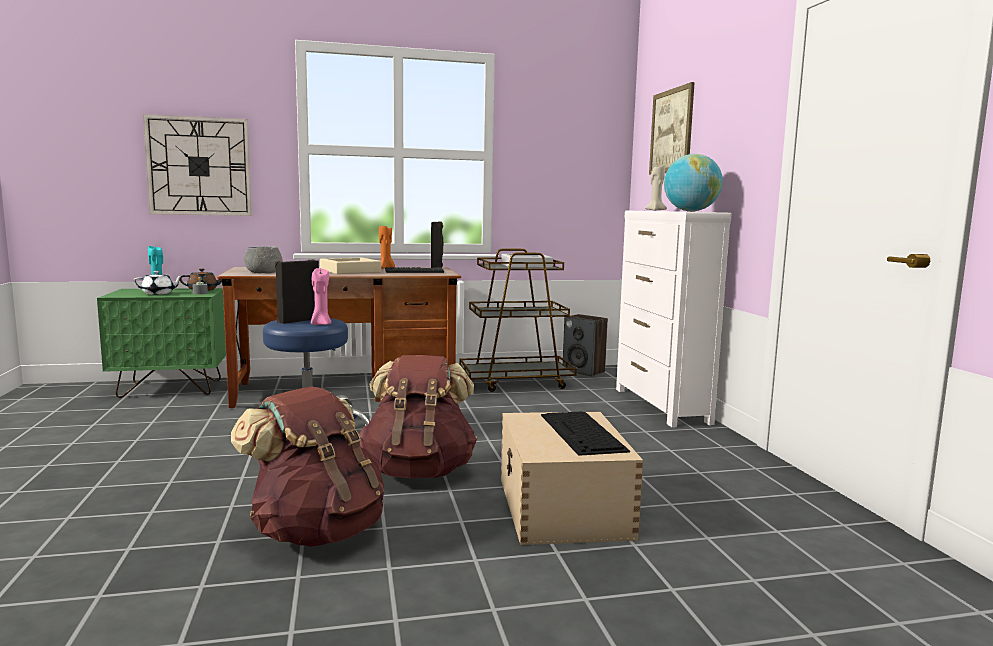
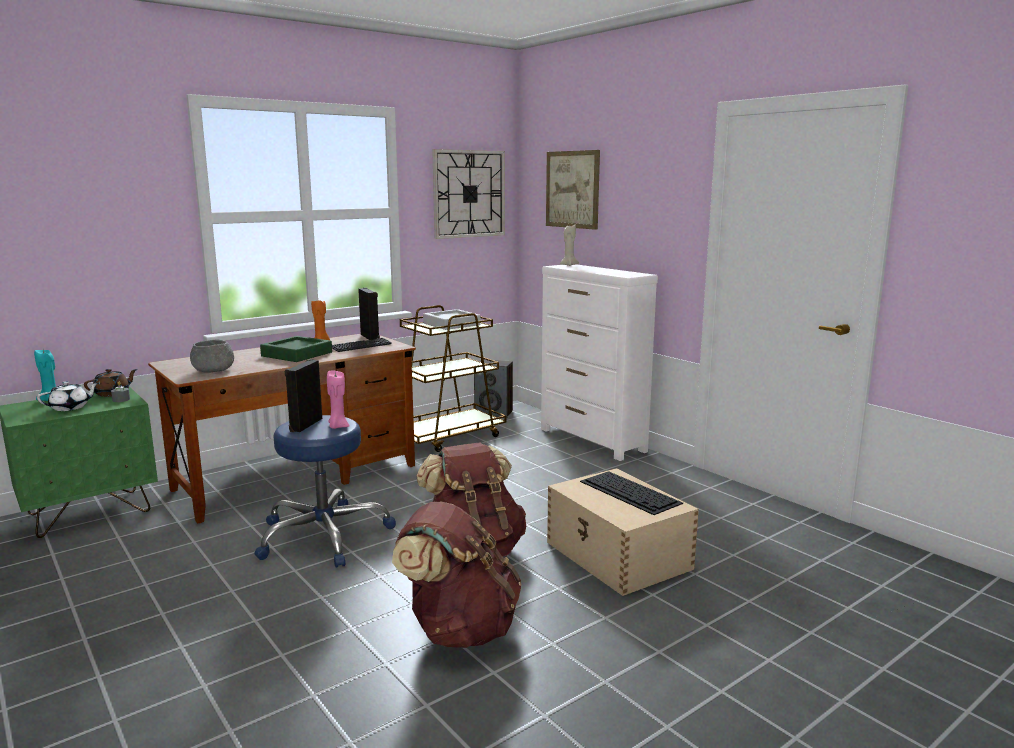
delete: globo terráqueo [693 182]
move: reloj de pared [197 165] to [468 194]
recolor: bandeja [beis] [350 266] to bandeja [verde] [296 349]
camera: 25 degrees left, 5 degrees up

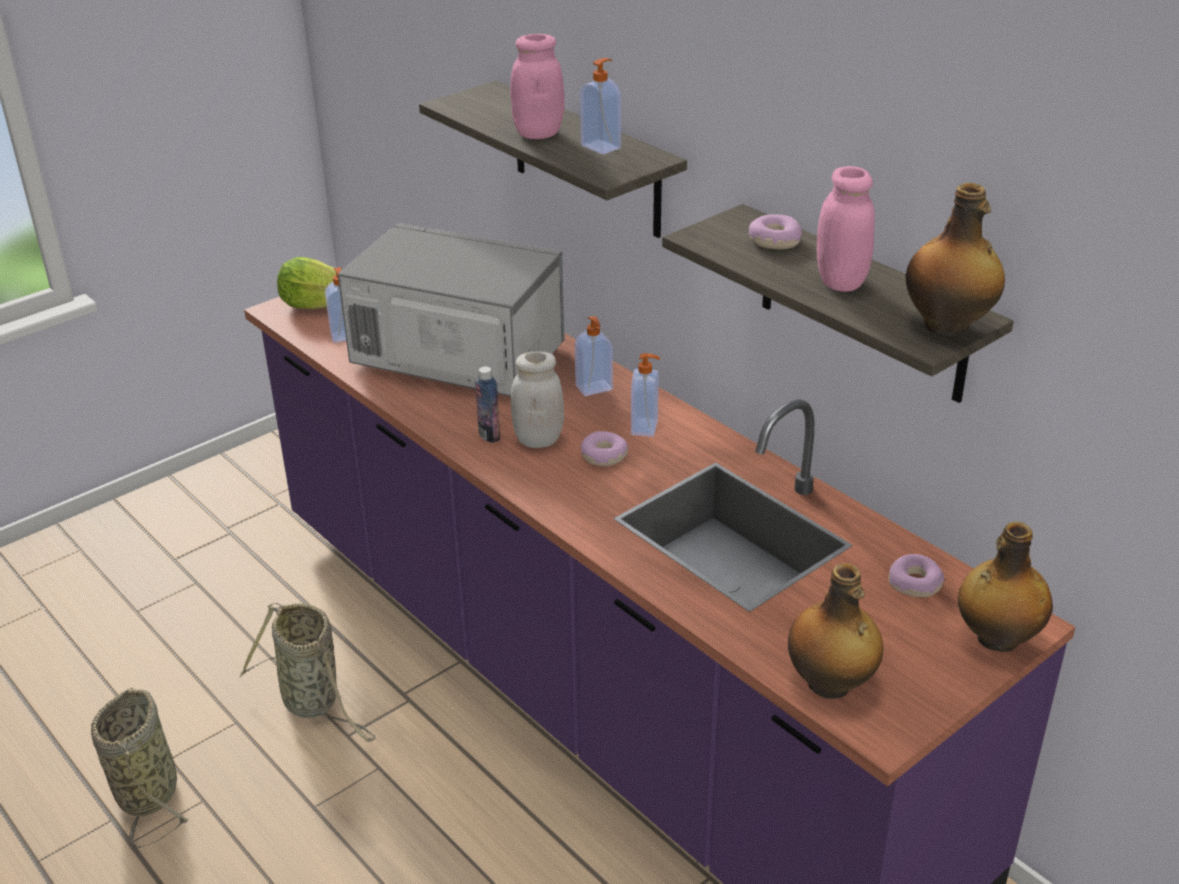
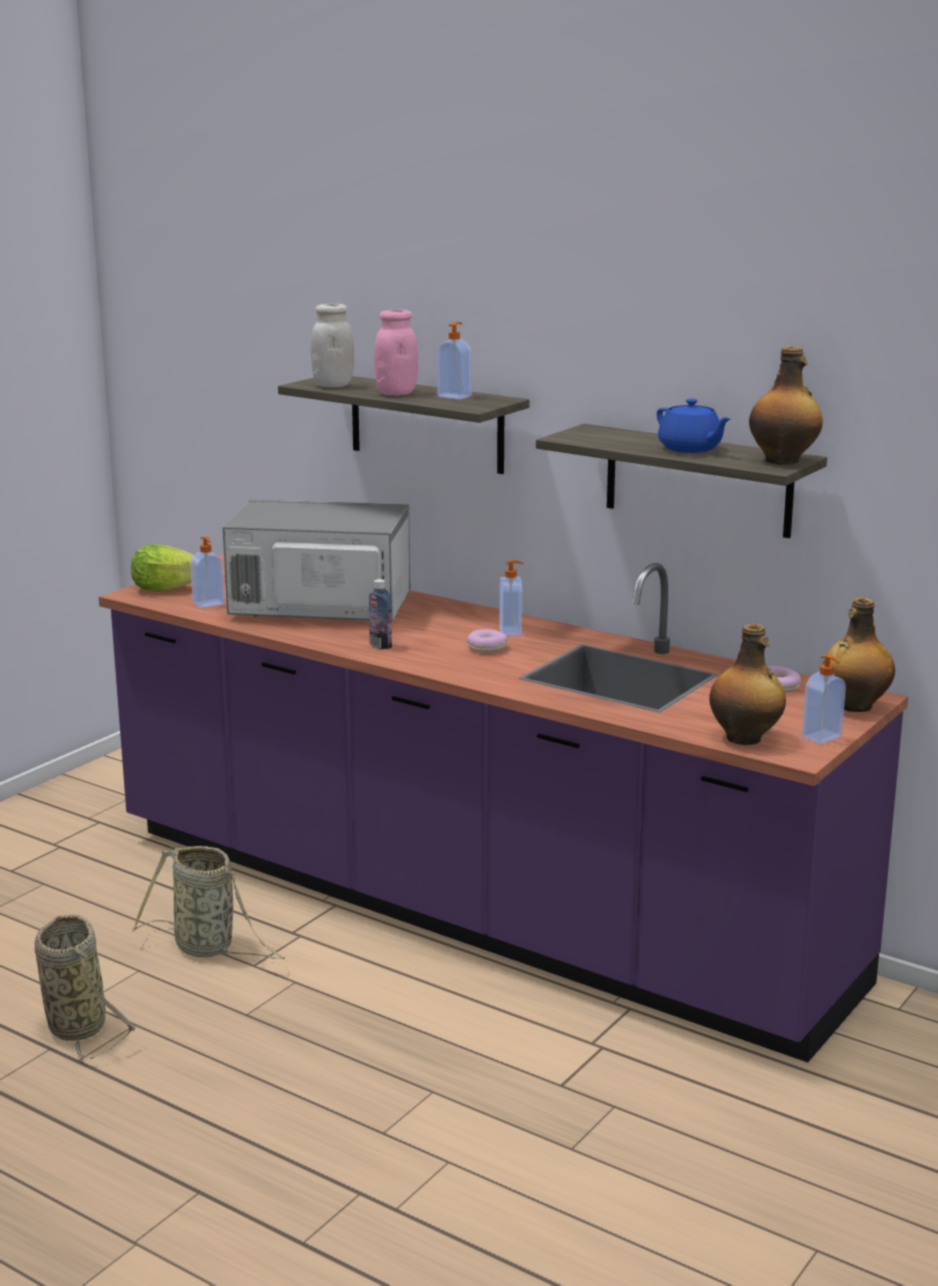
delete: rosquilla [775 231]
move: tarro [blanco] [537 399] to [332 346]; dispensador de jabón [594 356] to [824 699]
replace: tarro [rosa] [846 229] to tetera [azul] [694 426]
camera: 15 degrees left, 15 degrees down

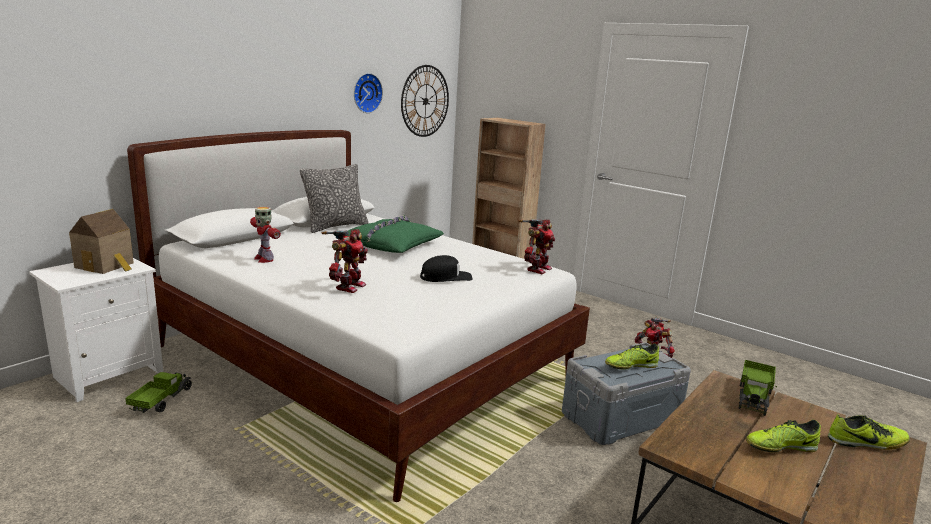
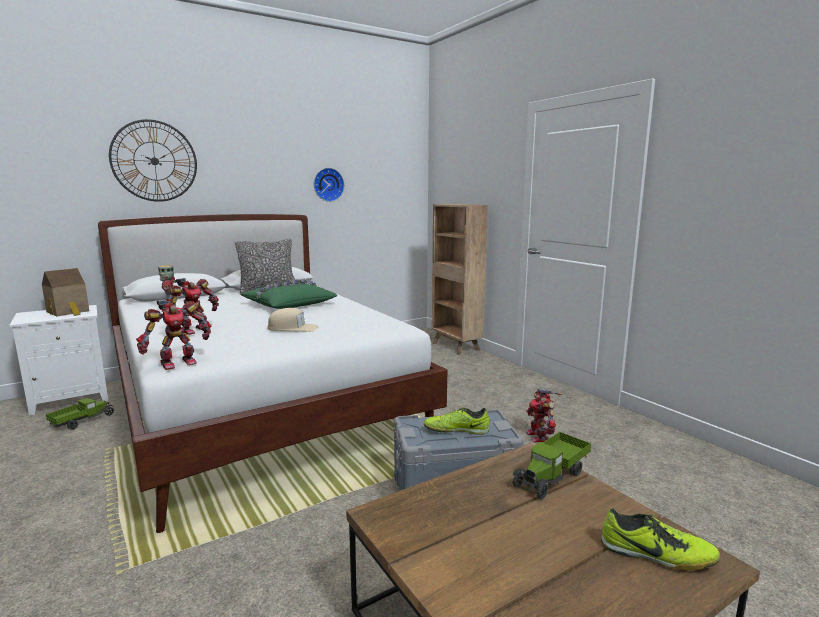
delete: zapato [783 436]
move: reloj de pared [425 101] to [153 160]; robot de juguete [536 246] to [173 335]
recolor: gorra [negro] [446 268] to gorra [beis] [292 320]
camera: 20 degrees right, 5 degrees down

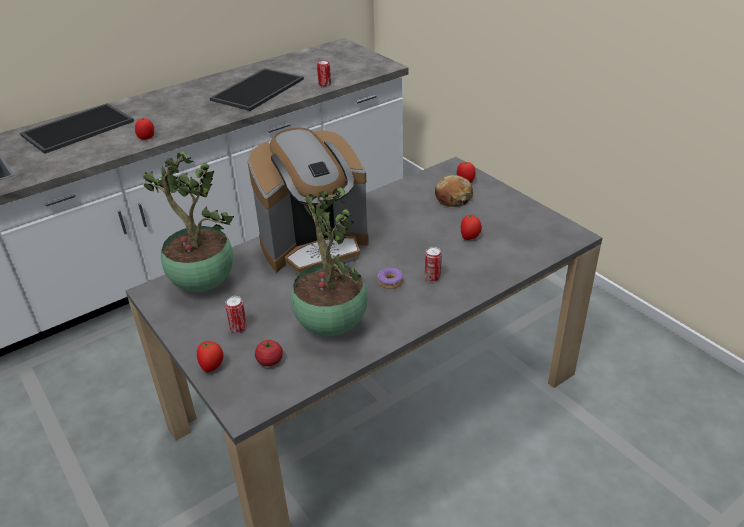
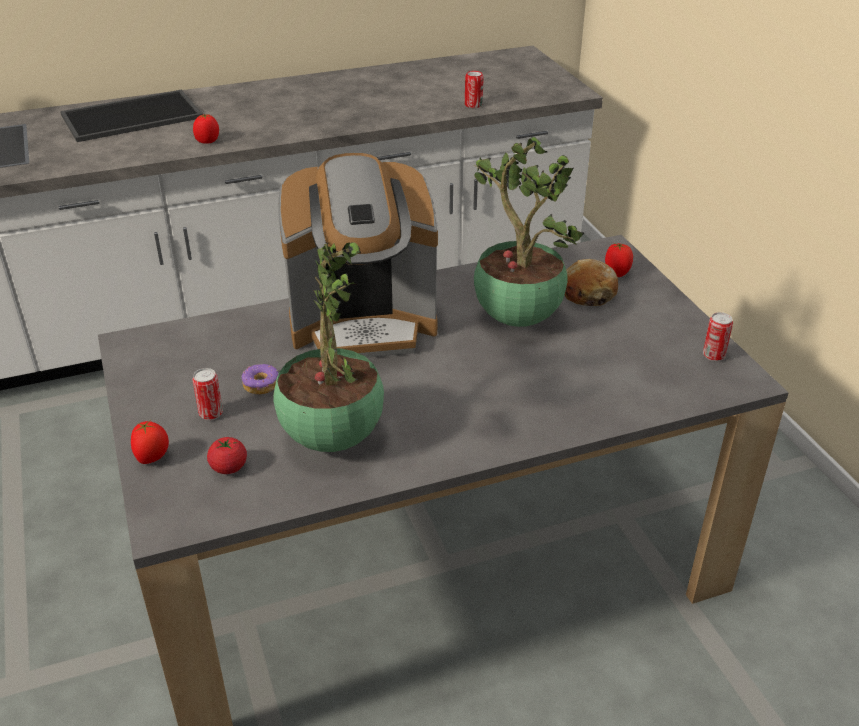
delete: bandeja [257 89]; tomate [471 227]
move: planta en maceta [187 221] to [529 232]; rosquilla [390 278] to [260 379]; lata [433 264] to [718 336]
camera: 15 degrees right, 0 degrees up

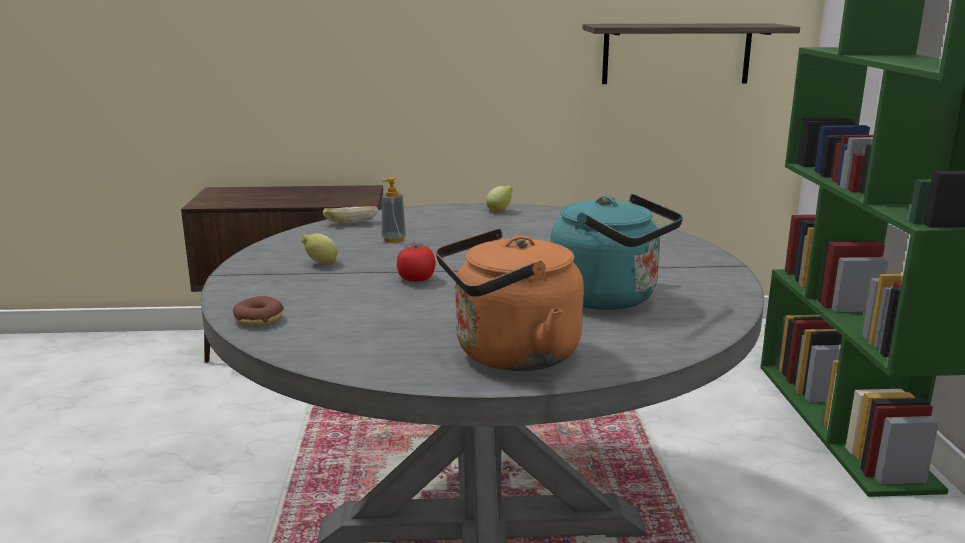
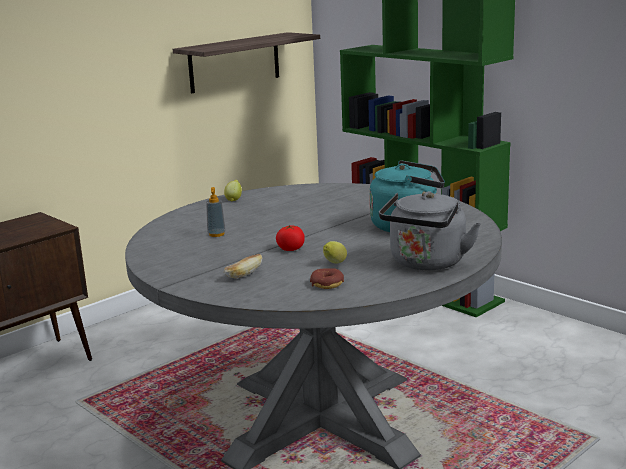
move: rosquilla [258 311] to [327 278]; limón [319 248] to [335 252]; pan [350 214] to [243 266]
recolor: hervidor [naranja] [510 300] to hervidor [gris] [430 230]
camera: 40 degrees left, 0 degrees up

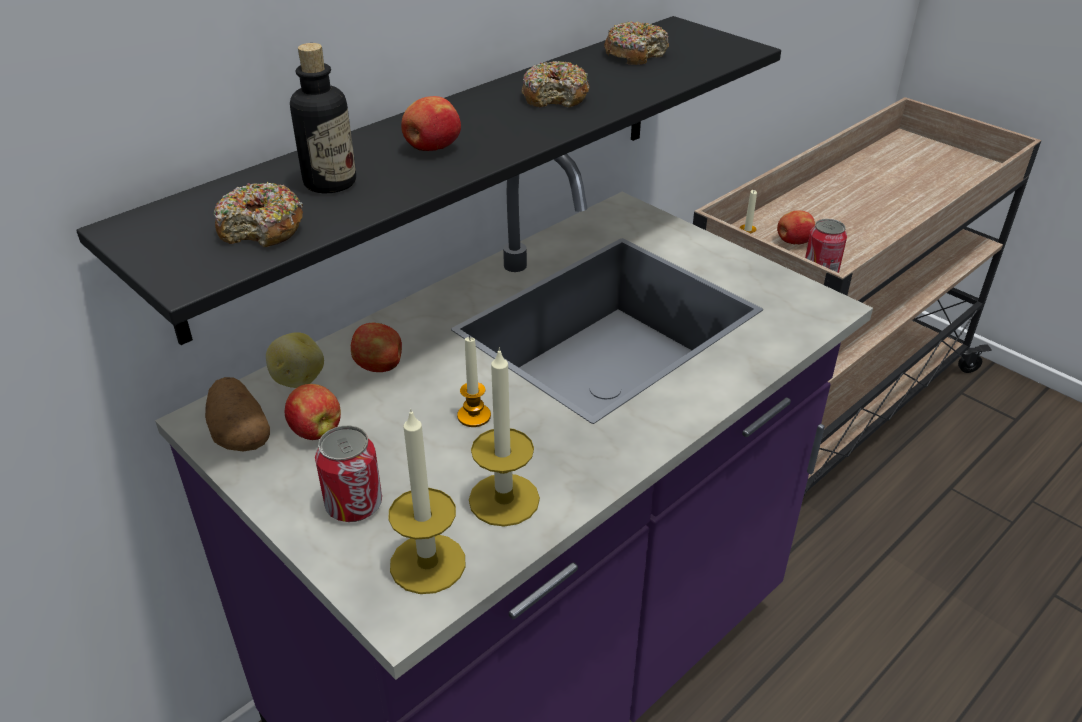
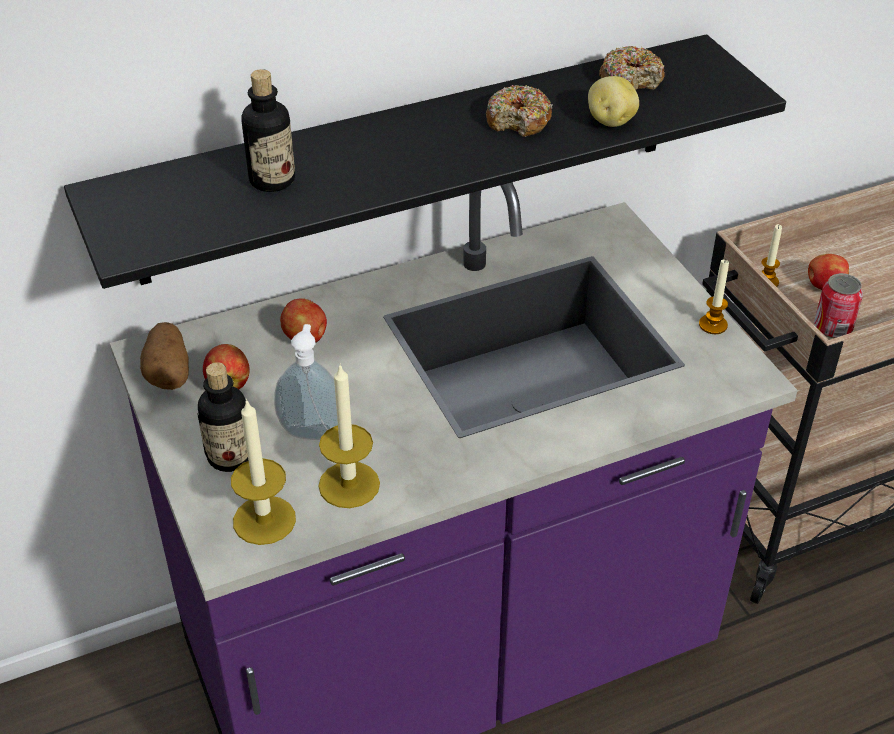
delete: rosquilla [258 214]; manzana [431 123]
insert: dispensador de jabón [306 382]
move: patata [295 360] to [613 101]; vela [474 381] to [714 296]
replace: lata [348 474] to botella [223 417]
camera: 20 degrees right, 5 degrees up

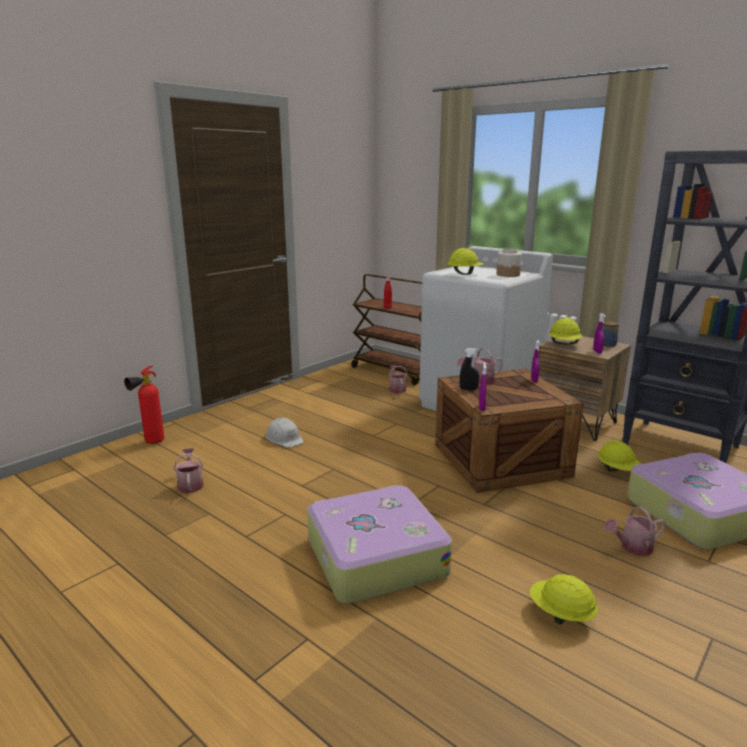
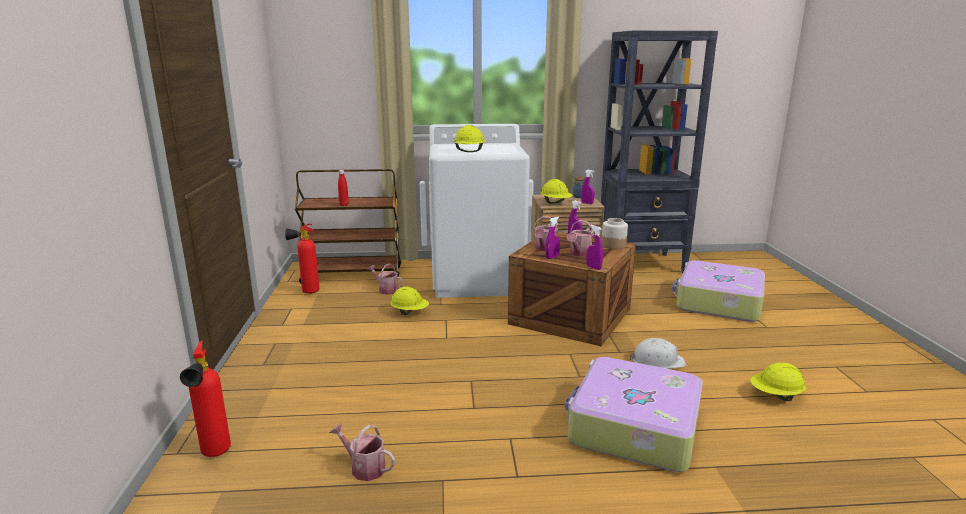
insert: extintor [302 259]
move: casco [blanco] [285 432] to [657 353]; tarro [509 263] to [615 233]; casco [amarillo] [619 456] to [409 301]; regadera [635 531] to [580 238]
recolor: pulverizador [negro] [469 369] to pulverizador [morado] [553 238]
camera: 45 degrees left, 0 degrees up

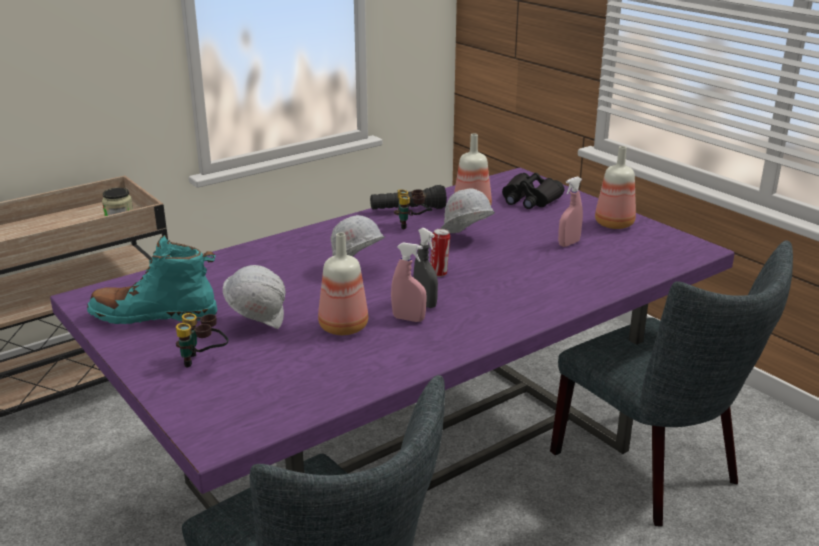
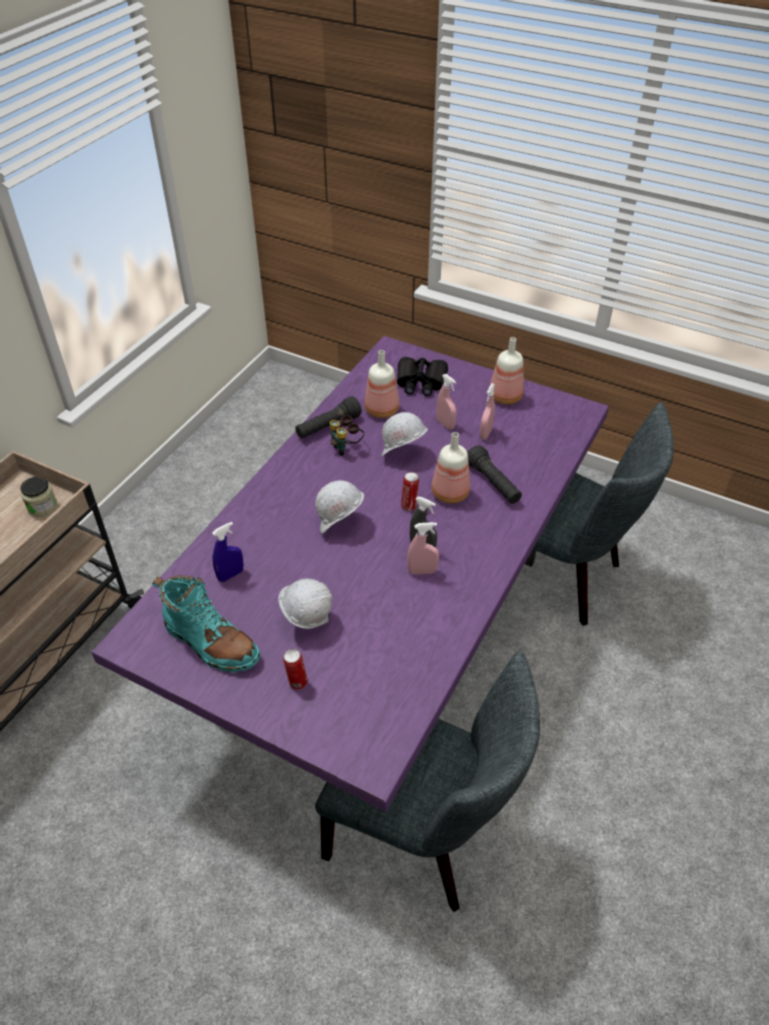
insert: pulverizador [azul] [227 552]; pulverizador [rosa] [446 402]; linterna [negro] [494 474]
move: botella [343 284] to [451 468]
replace: prismáticos [202 340] to lata [295 669]
rotate: bota [turquesa] [152 279] = [206 624] 120 degrees counterclockwise
camera: 25 degrees left, 20 degrees up

